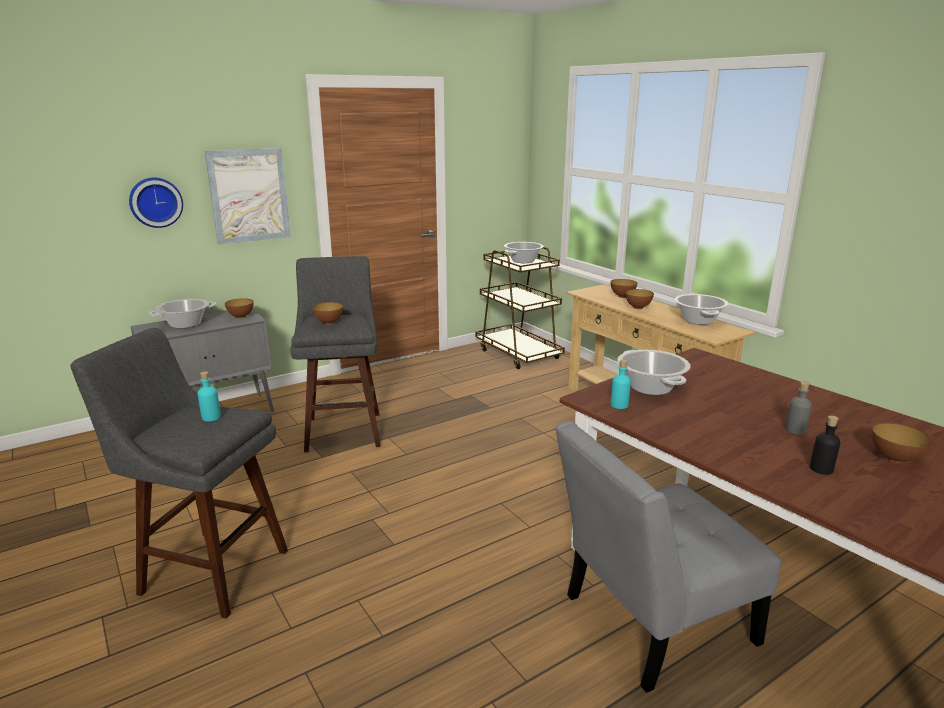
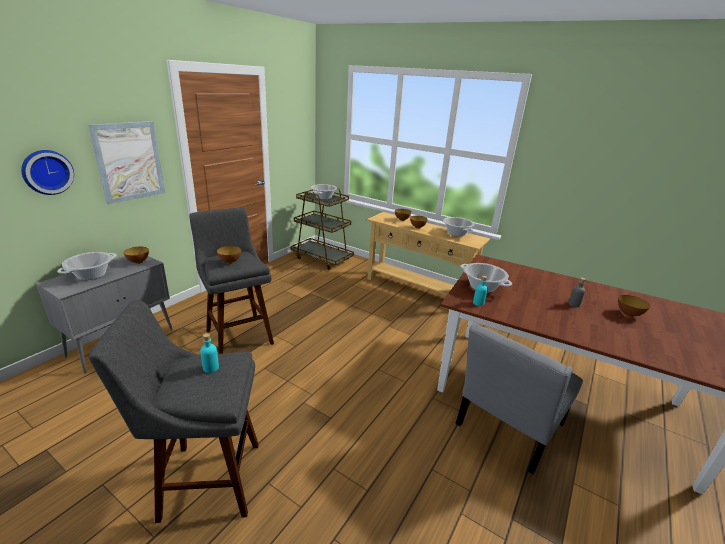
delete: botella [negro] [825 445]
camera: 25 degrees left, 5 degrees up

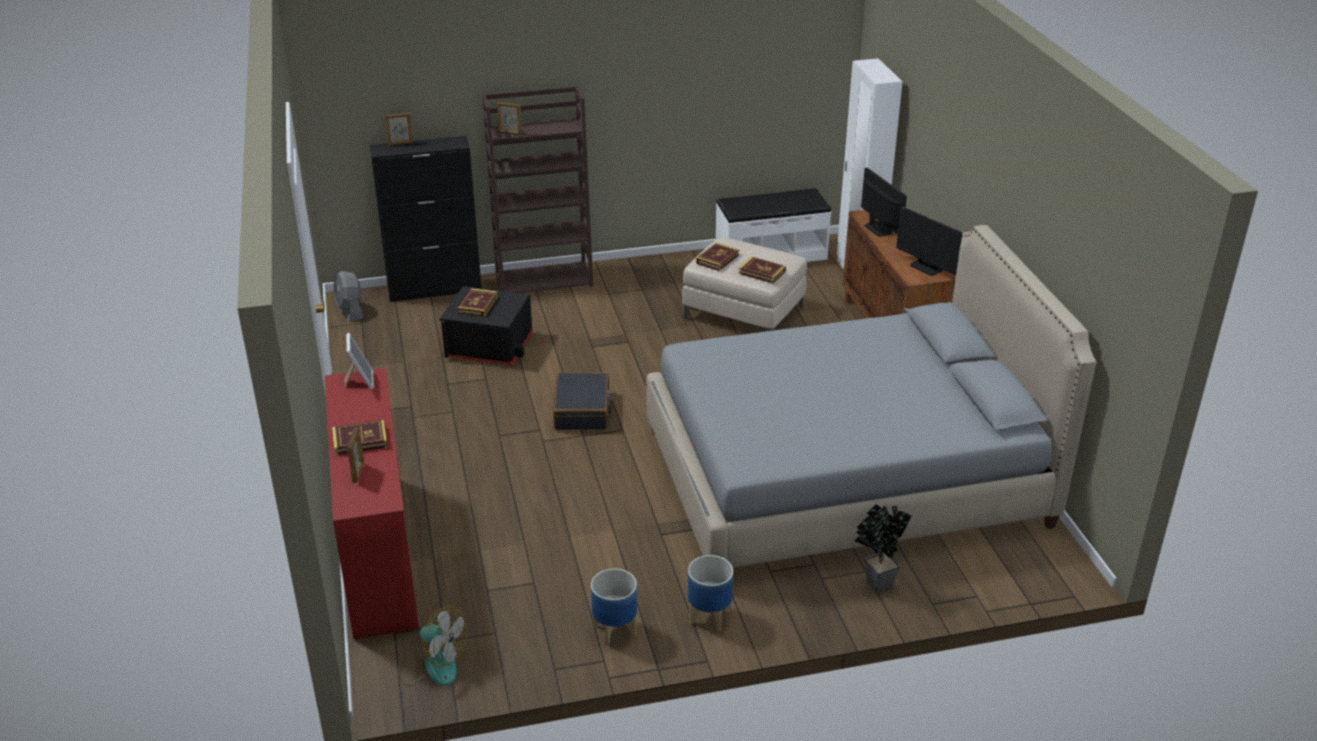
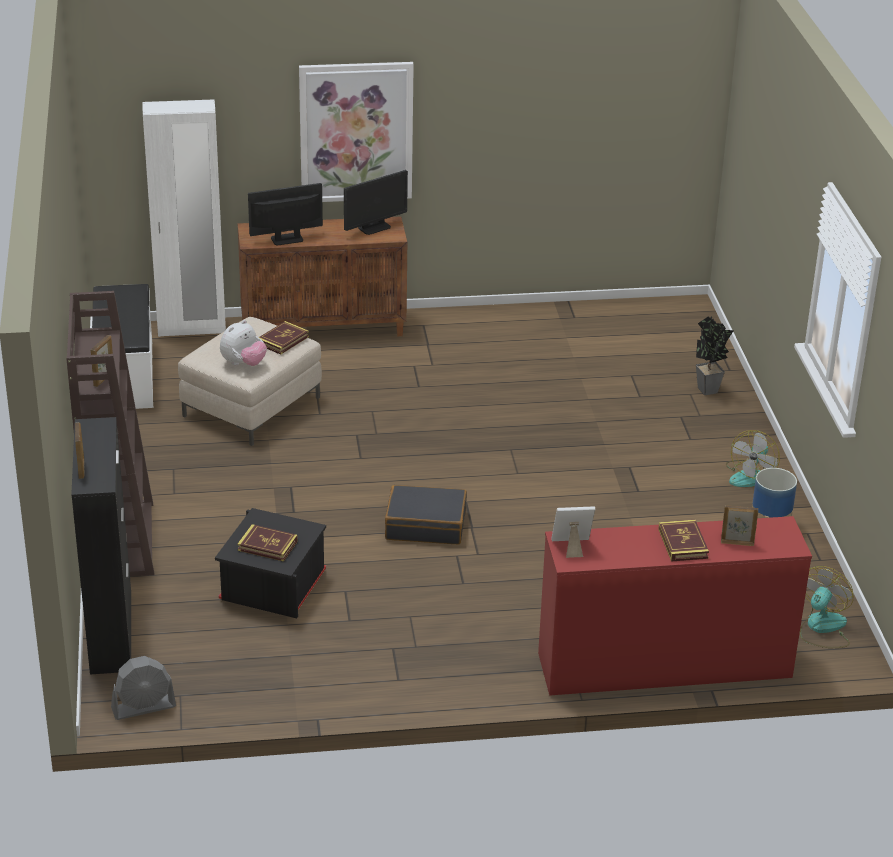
delete: cama [gris] [871 396]
insert: cuadro [356 132]
replace: maceta [710 593] to ventilador [753 458]; libro [717 257] to peluche [243 343]
camera: 85 degrees left, 0 degrees up

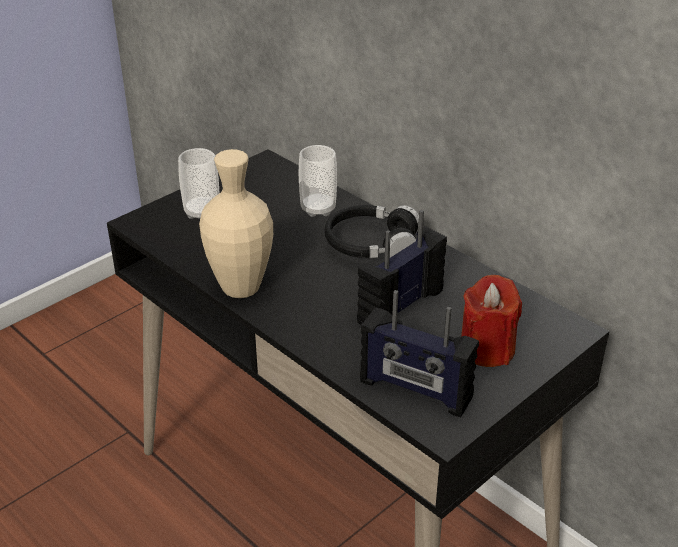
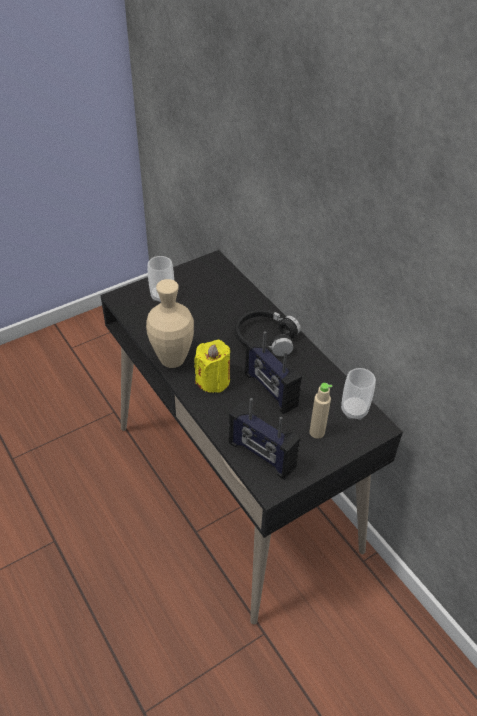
insert: vela [amarillo] [212 366]
move: taza [318 181] to [358 394]
replace: vela [rojo] [491 321] to botella [beis] [320 411]
rotate: radio [402 267] = [273 372] 90 degrees counterclockwise
camera: 10 degrees right, 10 degrees up

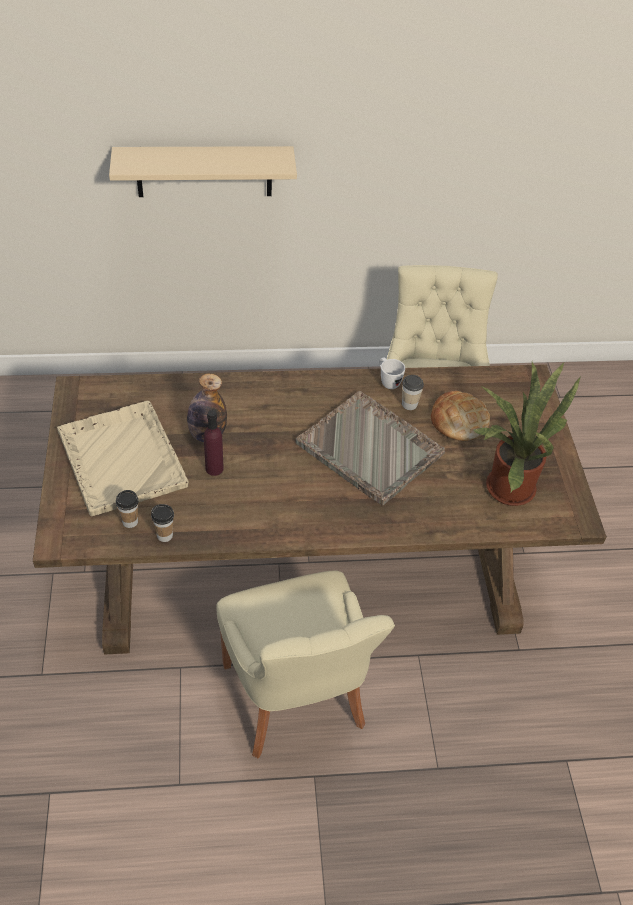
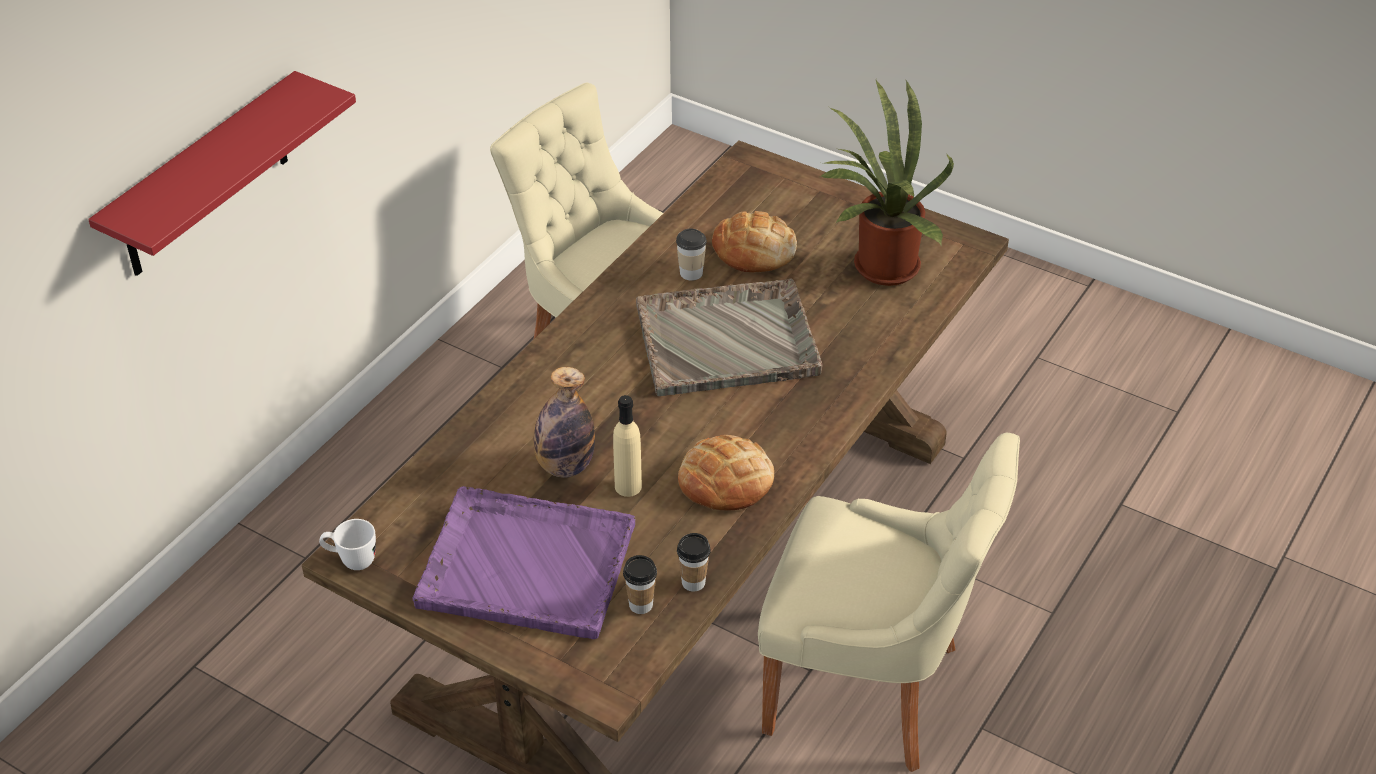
insert: pan [726 473]
move: taza grande [blanco] [392 373] to [347 544]
recolor: bandeja [beis] [123 458] to bandeja [morado] [524 562]; estante [beis] [203 171] to estante [rojo] [222 173]; botella [morado] [214 443] to botella [beis] [627 446]
camera: 50 degrees left, 5 degrees down

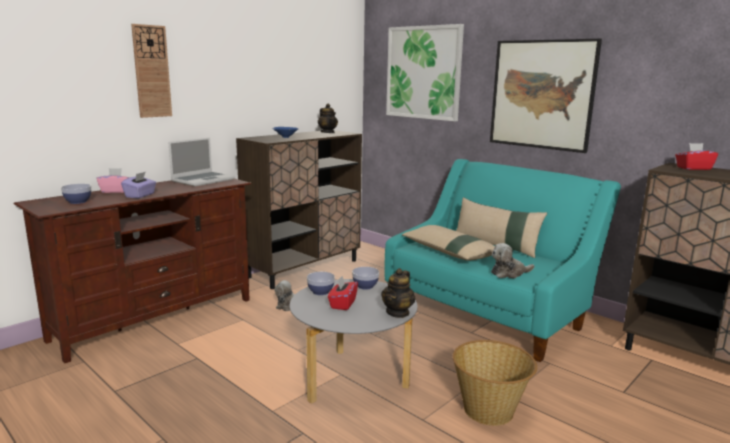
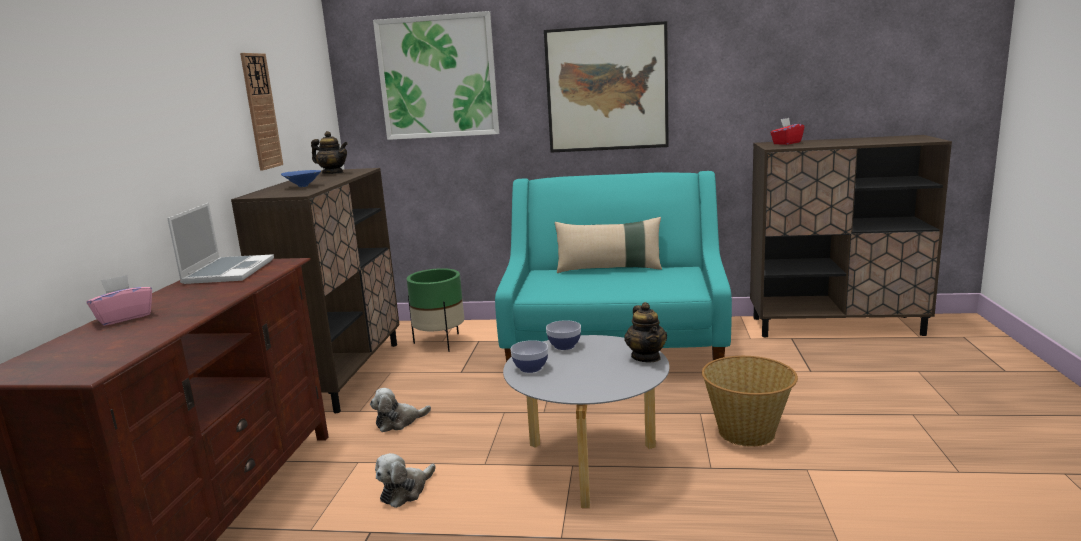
delete: cuenco [76 194]; caja de pañuelos [morado] [138 185]; caja de pañuelos [rojo] [343 293]; cojín [beis] [448 243]
insert: maceta [verde] [435 310]
move: reloj de pared [151 71] to [261 112]; peluche [512 260] to [405 480]
camera: 35 degrees left, 0 degrees up

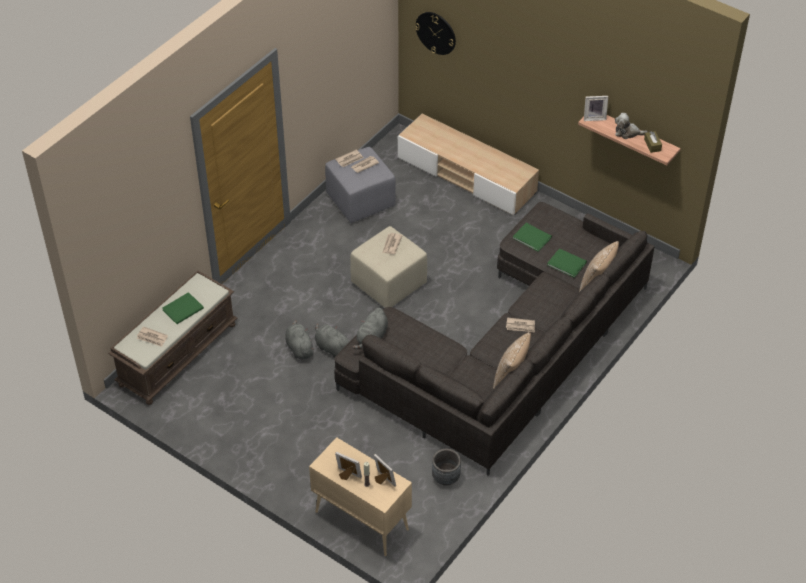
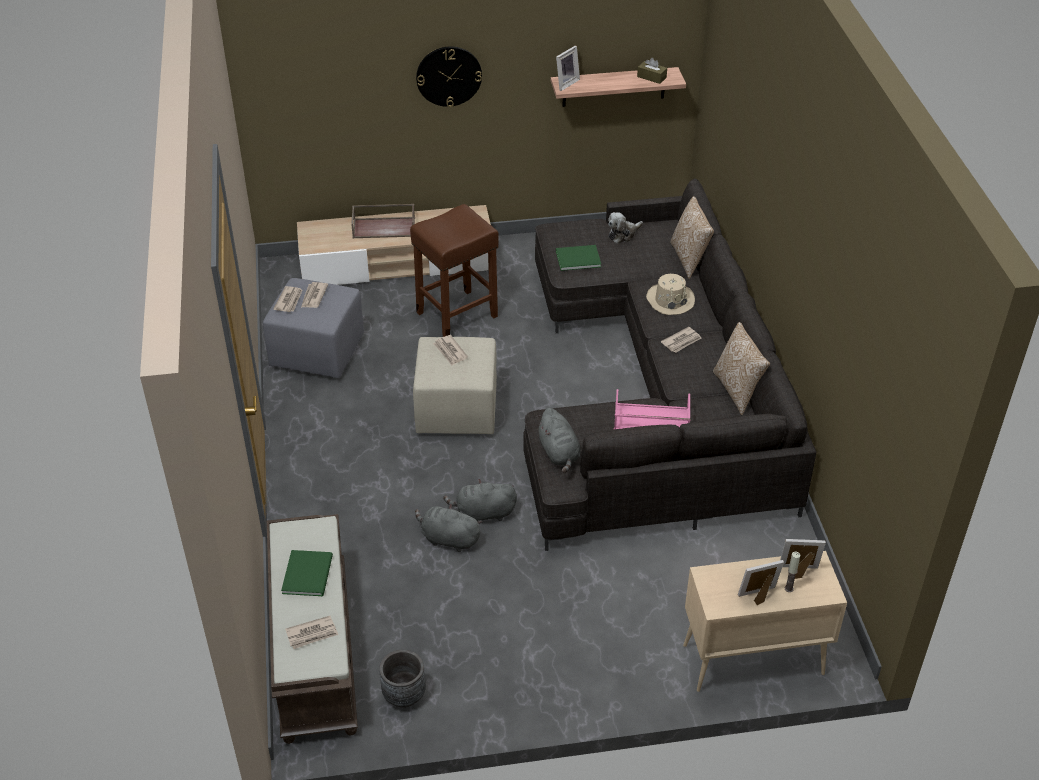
delete: libro [verde] [567 263]
insert: bandeja [marrón] [383 221]; taburete [marrón] [454 270]; bandeja [rosa] [652 409]; sombrero [beis] [670 294]
move: reloj de pared [435 33] to [449 76]; maceta [gris] [446 467] to [402 678]; peluche [631 126] to [625 228]
camera: 45 degrees left, 5 degrees down

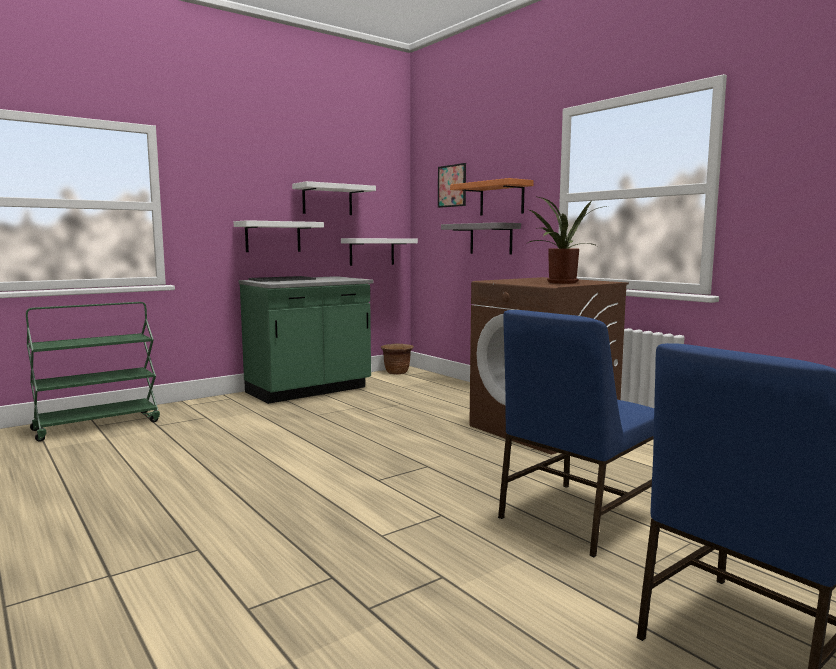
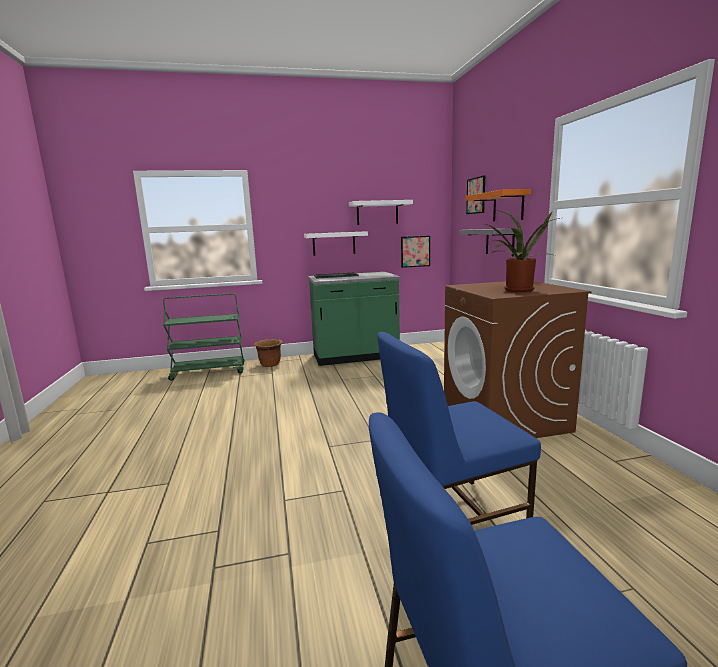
move: maceta [marrón] [397 359] to [268 353]
replace: estante [blanco] [379 252] to cuadro [415 252]
camera: 25 degrees right, 5 degrees up

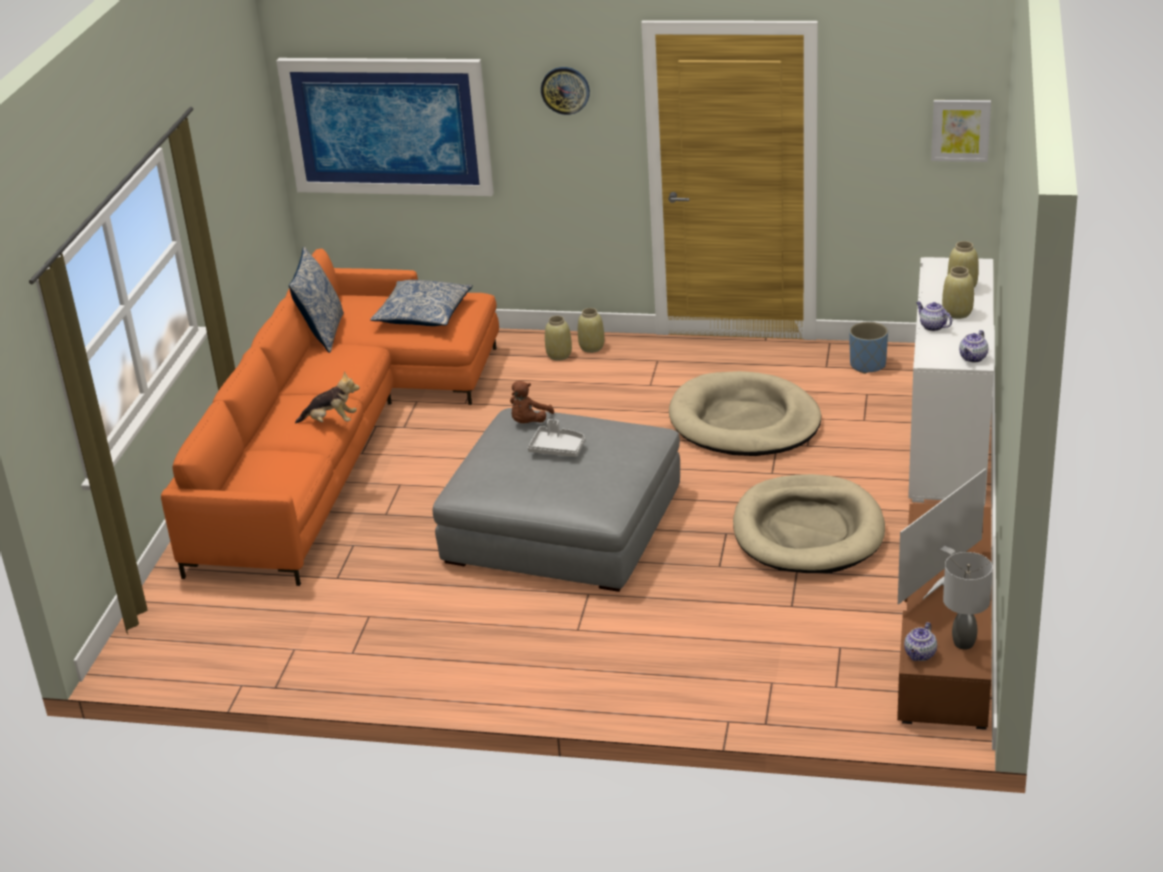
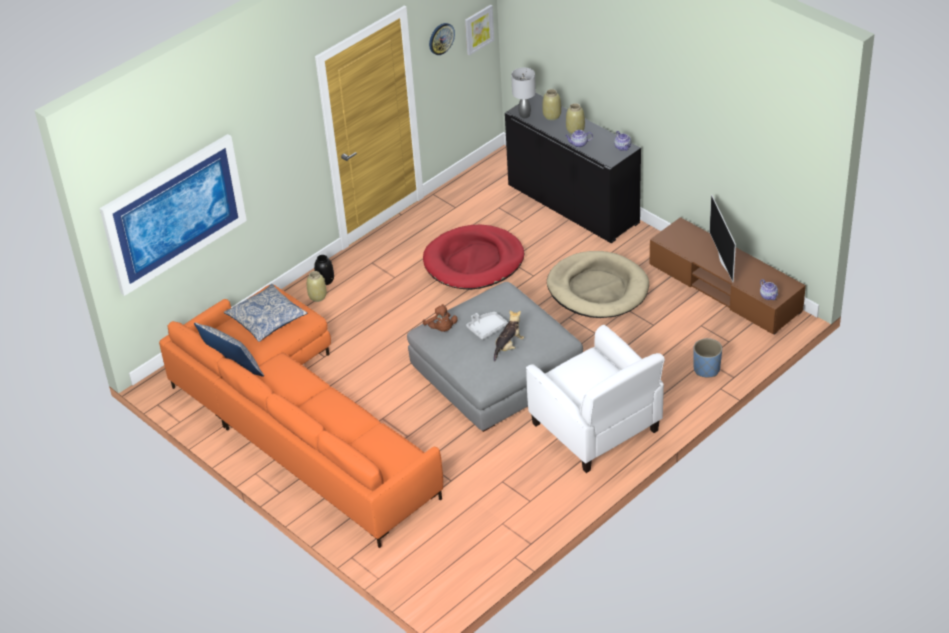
insert: sillón [blanco] [595 399]
move: peluche [327 397] to [509 336]; reloj de pared [565 91] to [442 39]; maceta [azul] [868 348] to [707 357]; lámpara de mesa [gris] [968 601] to [523 93]
recolor: florero [beis] [591 330] to florero [negro] [324 270]; cama para perro [beis] [745 413] to cama para perro [rojo] [473 257]; armario [blanco] [951 381] to armario [negro] [573 168]
camera: 55 degrees left, 10 degrees up

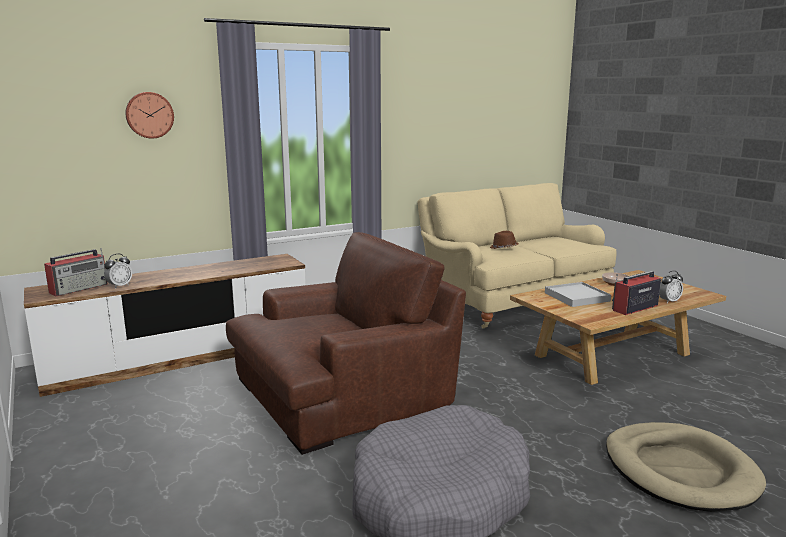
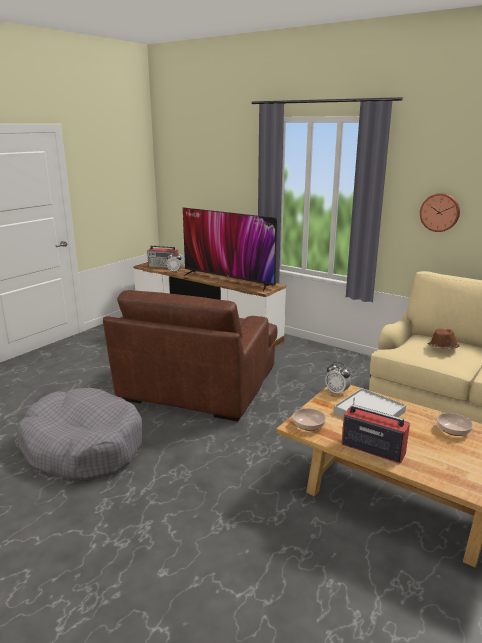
delete: cama para perro [beis] [686 467]
insert: televisor [230 249]; cuenco [309 419]
move: reloj de pared [149 115] to [440 212]; despertador [671 287] to [338 378]
rotate: sillón [marrón] [346 343] = [190 355] 75 degrees clockwise
camera: 65 degrees right, 5 degrees up

